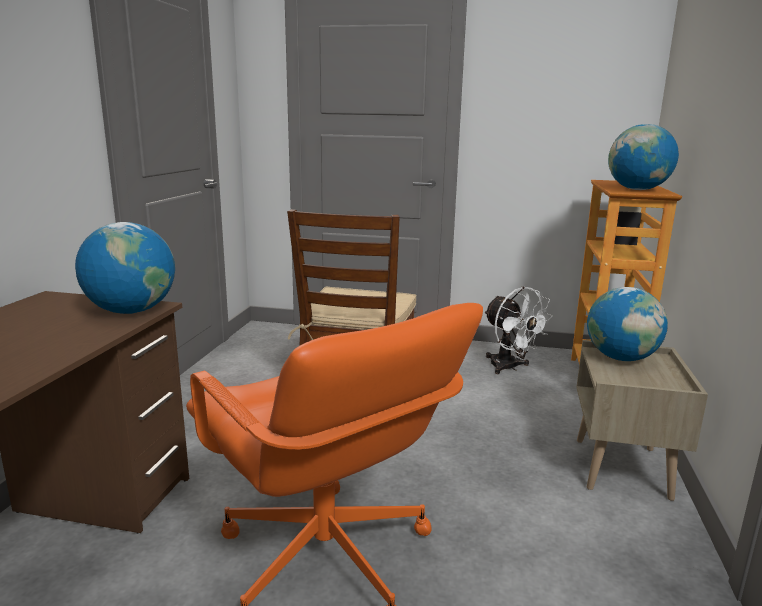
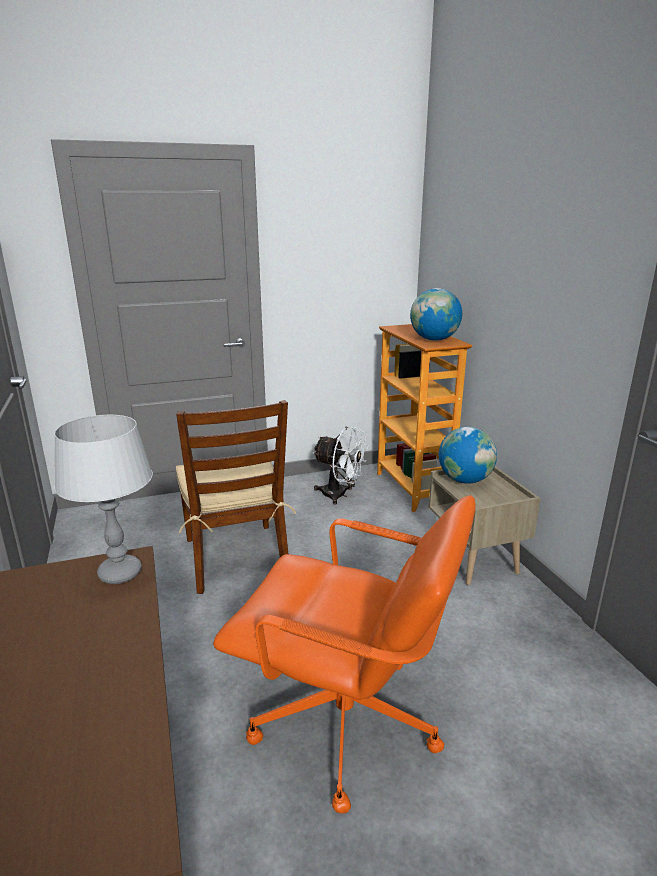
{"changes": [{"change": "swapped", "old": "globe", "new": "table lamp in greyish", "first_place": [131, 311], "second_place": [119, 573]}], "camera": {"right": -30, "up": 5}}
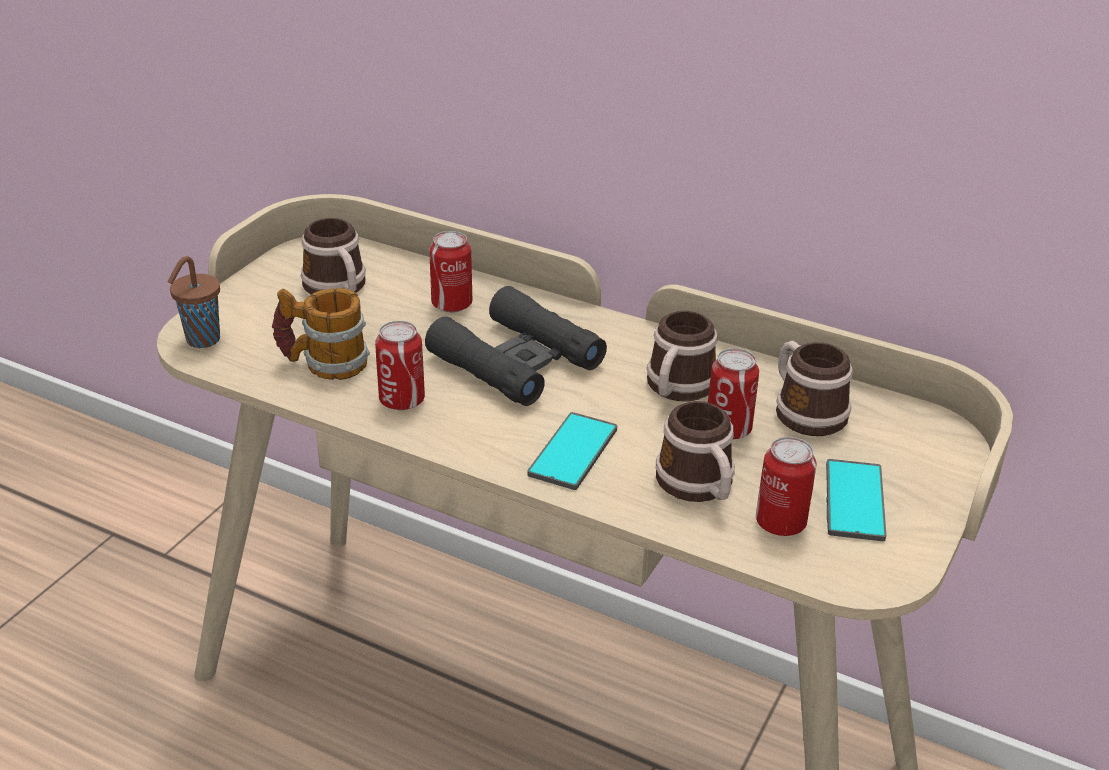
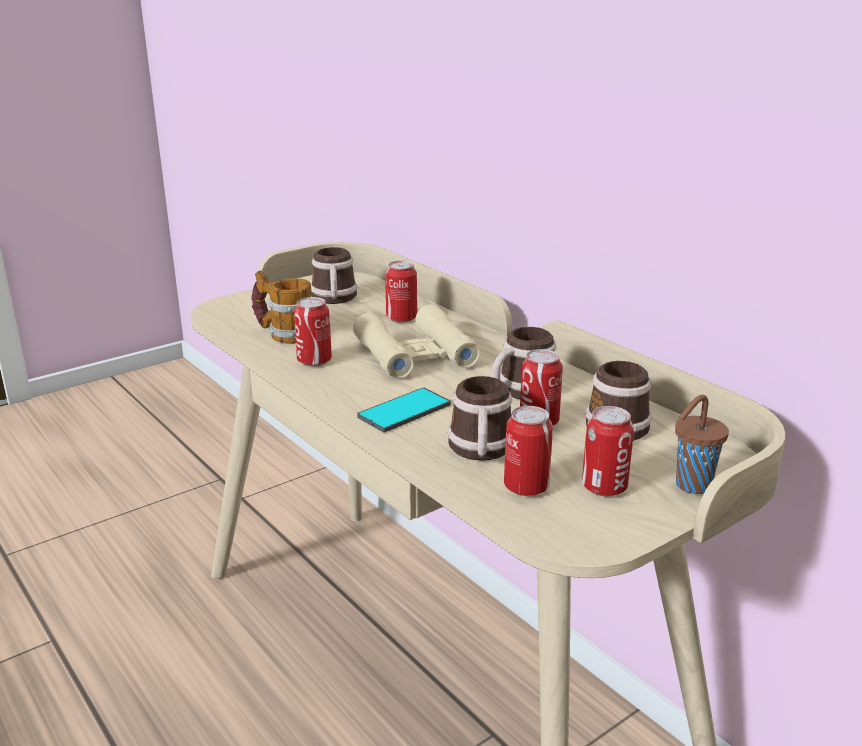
{"changes": [{"change": "repainted", "old": "pair of binoculars in black-coloured", "new": "pair of binoculars in beige-coloured", "first_place": [516, 361], "second_place": [415, 354]}, {"change": "swapped", "old": "telephone", "new": "can", "first_place": [854, 501], "second_place": [604, 487]}, {"change": "shifted", "old": "drinking cup in brownish", "first_place": [201, 341], "second_place": [691, 486]}], "camera": {"right": 25, "up": -10}}
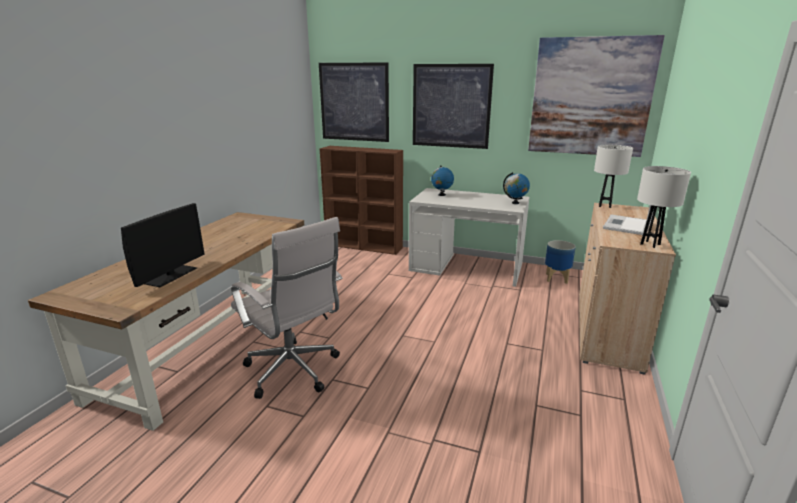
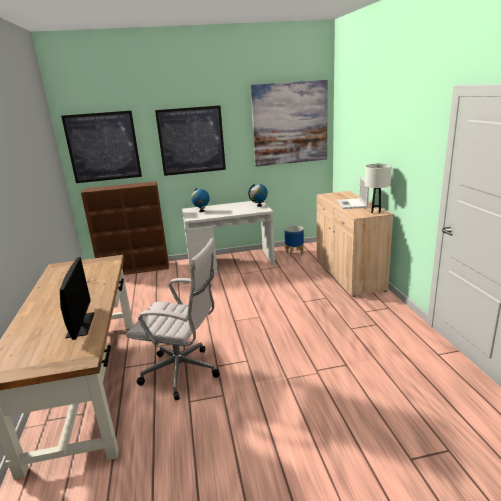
{"changes": [{"change": "gone", "old": "table lamp in white", "first_place": [604, 206]}], "camera": {"right": -30, "up": 0}}
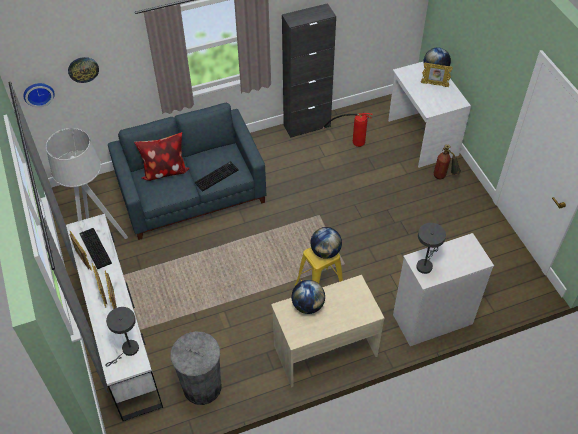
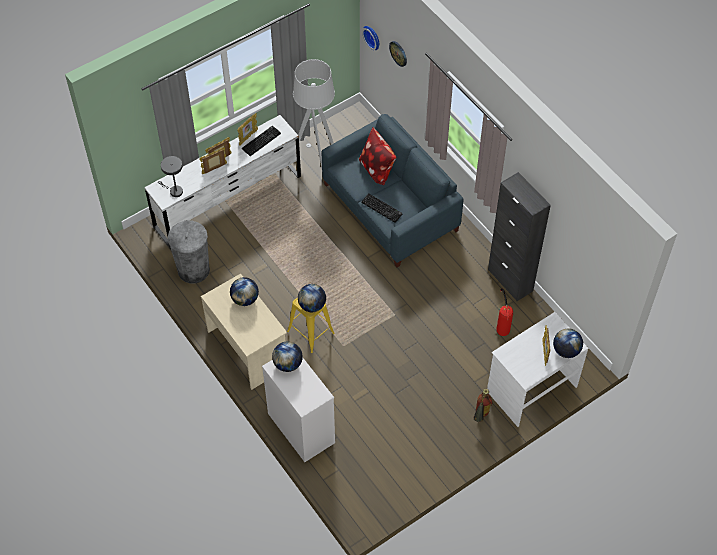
{"changes": [{"change": "swapped", "old": "table lamp in greyish", "new": "globe", "first_place": [425, 264], "second_place": [288, 364]}], "camera": {"right": 75, "up": 5}}
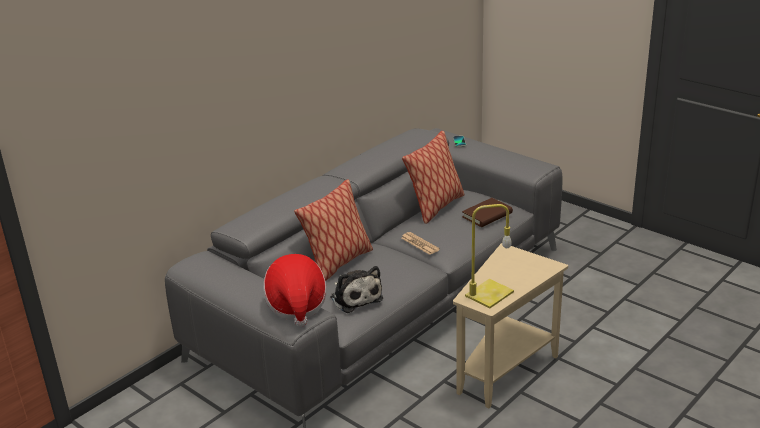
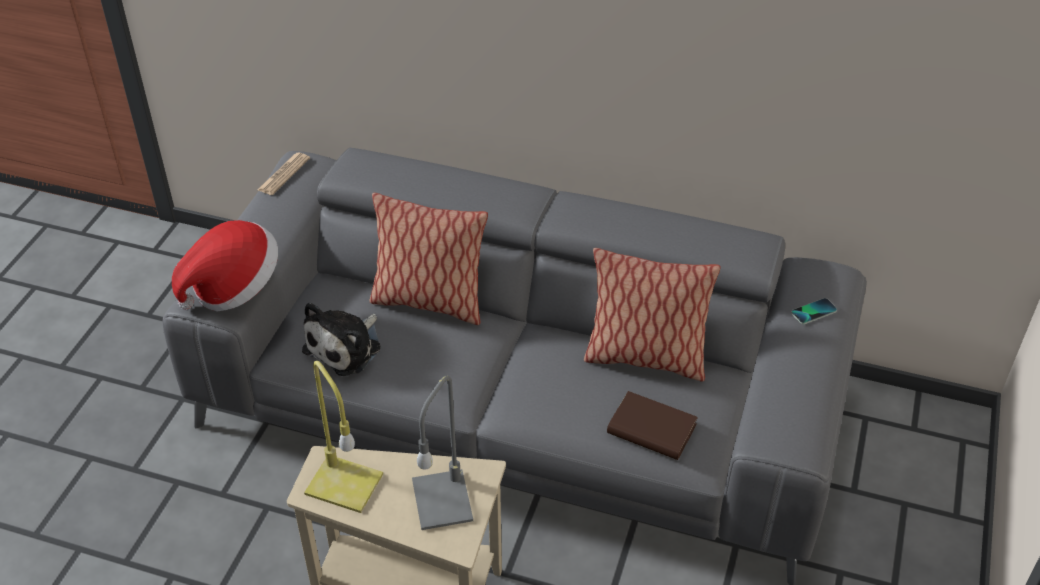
{"changes": [{"change": "shifted", "old": "daily paper", "first_place": [420, 244], "second_place": [284, 174]}, {"change": "new", "new": "table lamp in greyish", "second_place": [441, 498]}], "camera": {"right": 65, "up": 15}}
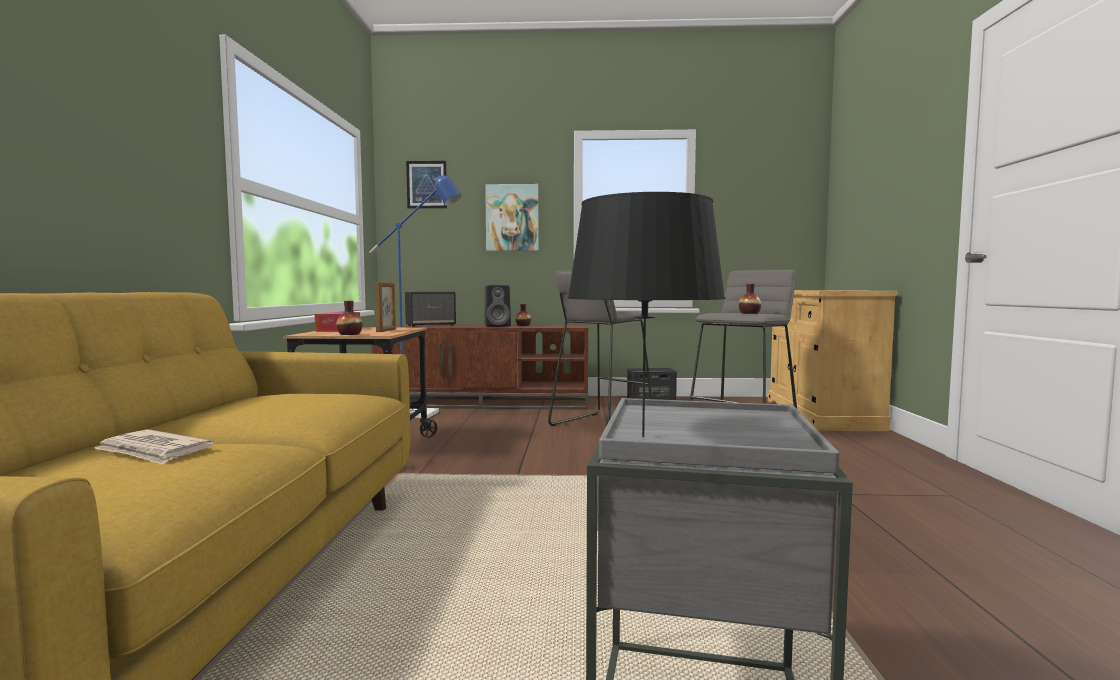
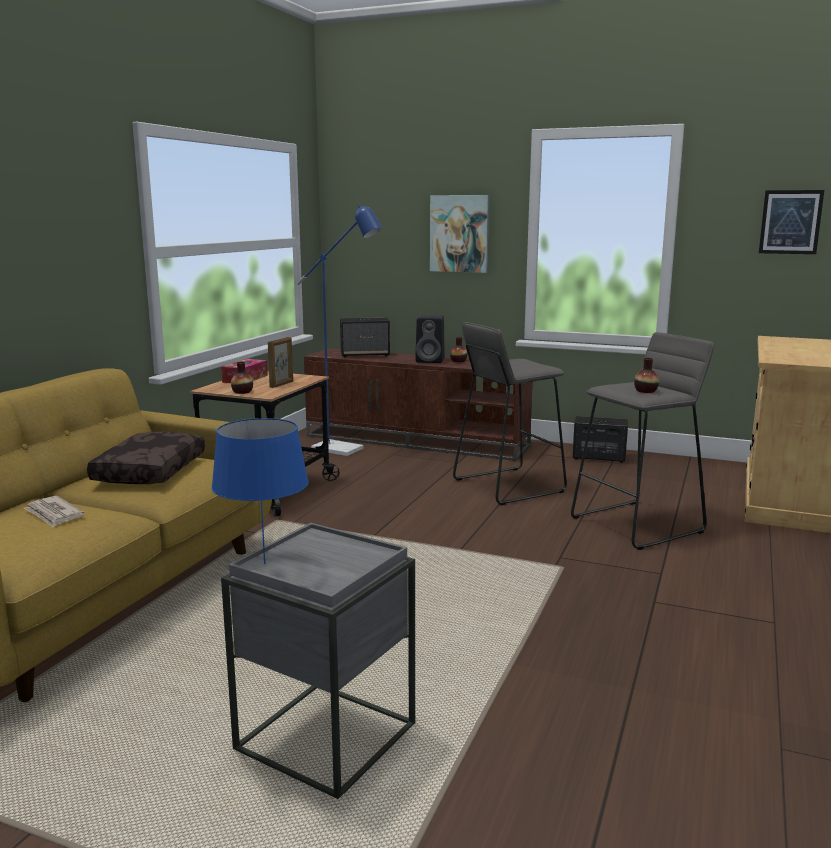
{"changes": [{"change": "new", "new": "cushion in brownish", "second_place": [149, 471]}, {"change": "repainted", "old": "table lamp in black-coloured", "new": "table lamp in blue-coloured", "first_place": [644, 437], "second_place": [264, 564]}, {"change": "shifted", "old": "wall picture", "first_place": [426, 184], "second_place": [790, 222]}], "camera": {"right": 20, "up": 10}}
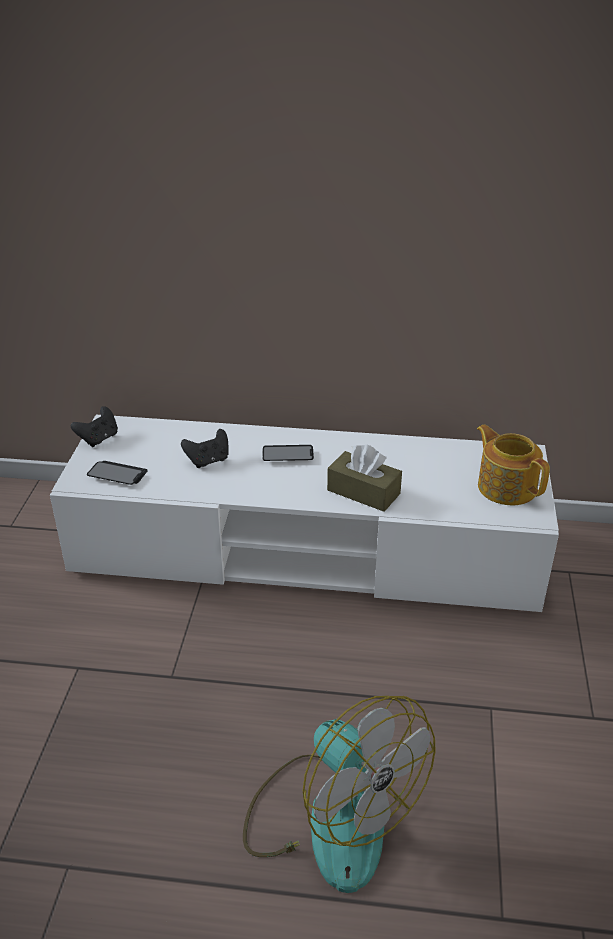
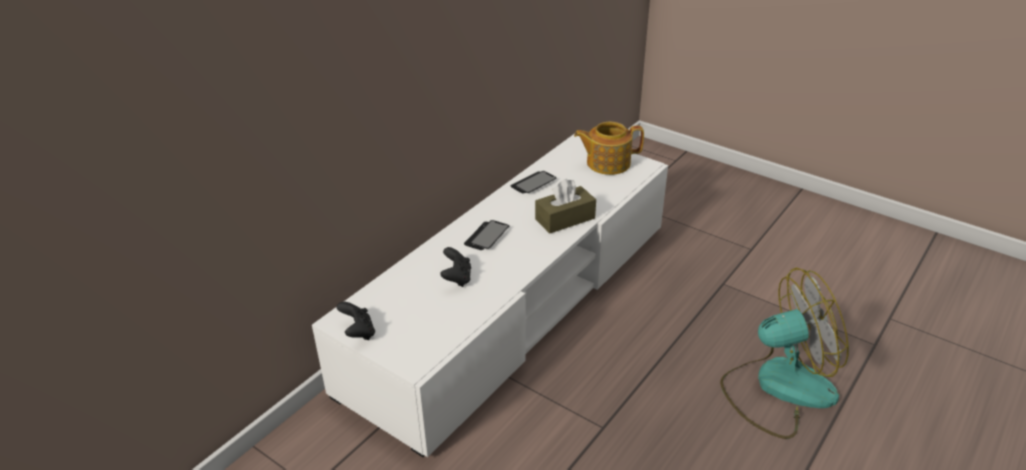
{"changes": [{"change": "shifted", "old": "telephone", "first_place": [117, 474], "second_place": [533, 183]}], "camera": {"right": -60, "up": 0}}
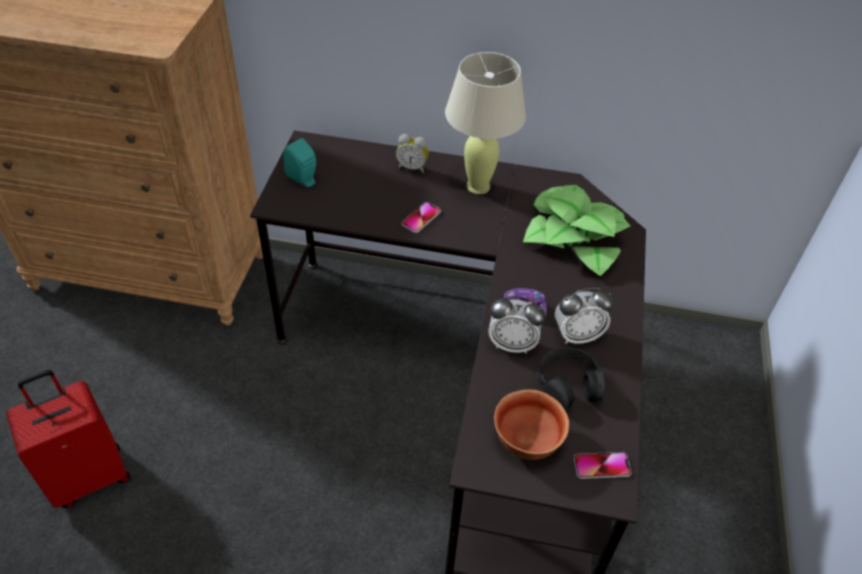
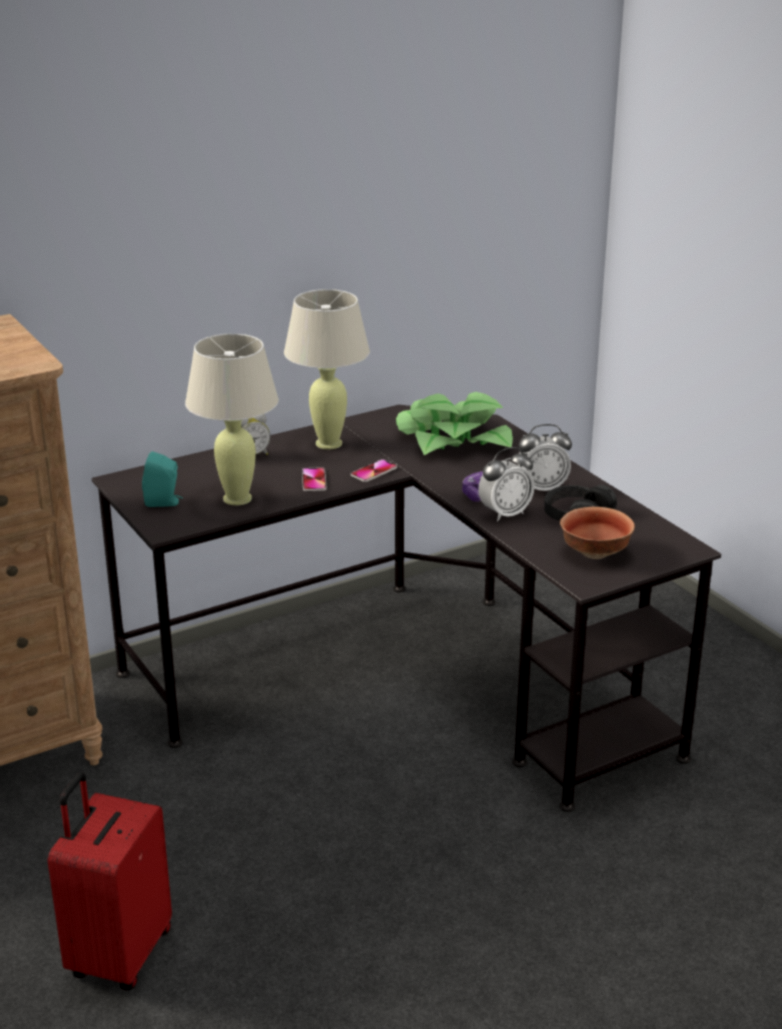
{"changes": [{"change": "new", "new": "table lamp in beige-coloured", "second_place": [237, 498]}, {"change": "shifted", "old": "telephone", "first_place": [601, 466], "second_place": [374, 472]}, {"change": "rotated", "old": "alarm clock", "first_place": [577, 335], "second_place": [542, 488], "degrees": 45}], "camera": {"right": -40, "up": -20}}
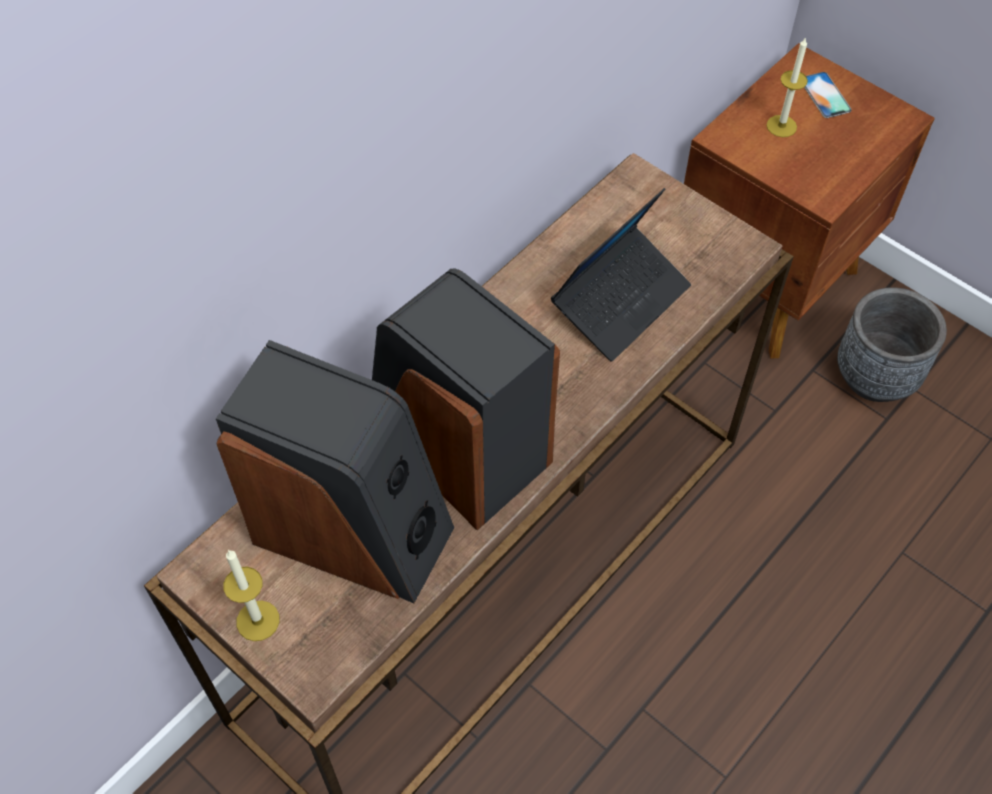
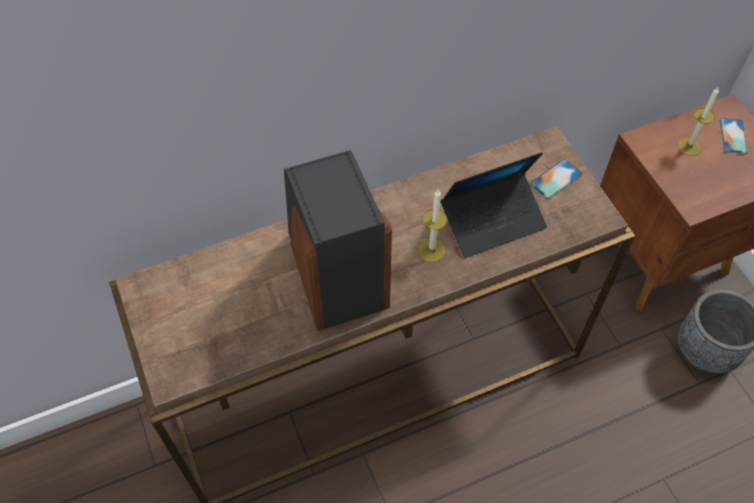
{"changes": [{"change": "shifted", "old": "wax light", "first_place": [258, 620], "second_place": [431, 250]}, {"change": "new", "new": "telephone", "second_place": [555, 179]}, {"change": "gone", "old": "speaker", "first_place": [354, 530]}], "camera": {"right": 25, "up": 0}}
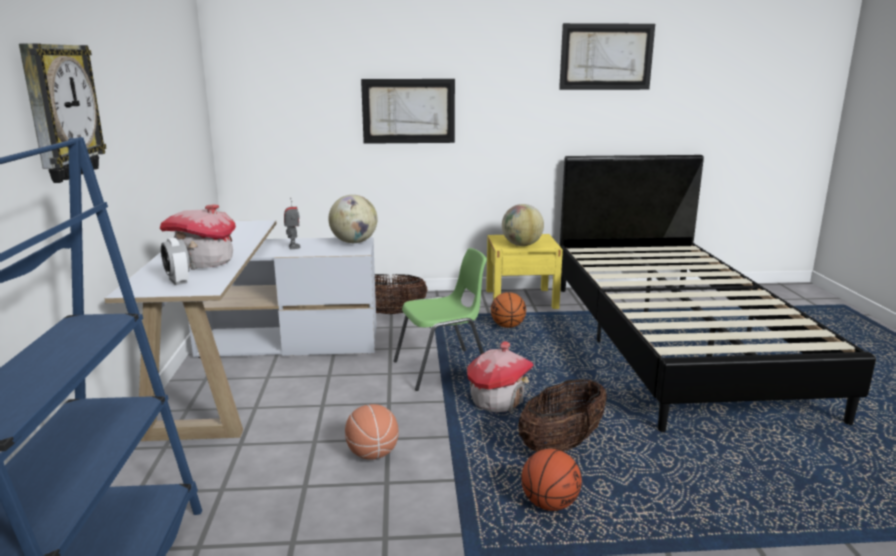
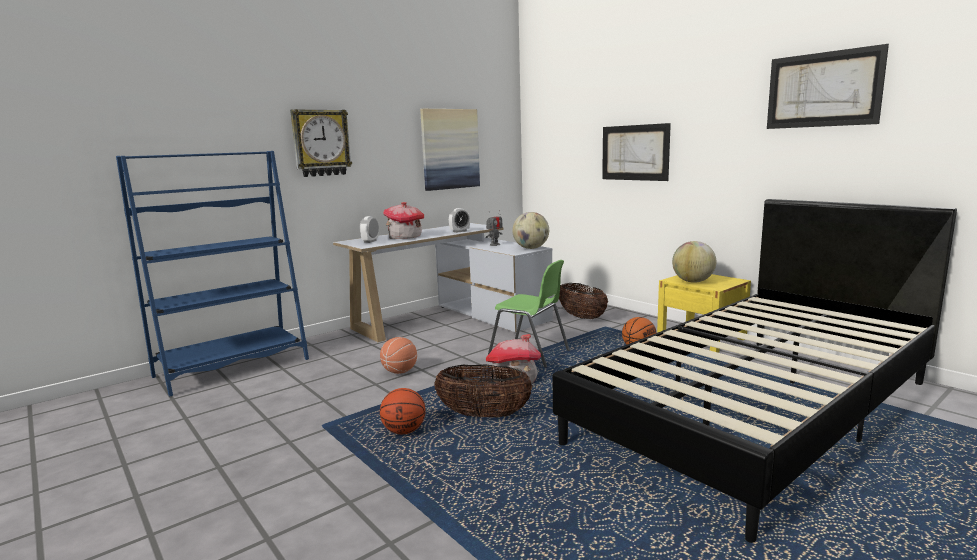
{"changes": [{"change": "new", "new": "wall picture", "second_place": [450, 149]}, {"change": "new", "new": "alarm clock", "second_place": [459, 231]}], "camera": {"right": 55, "up": -5}}
